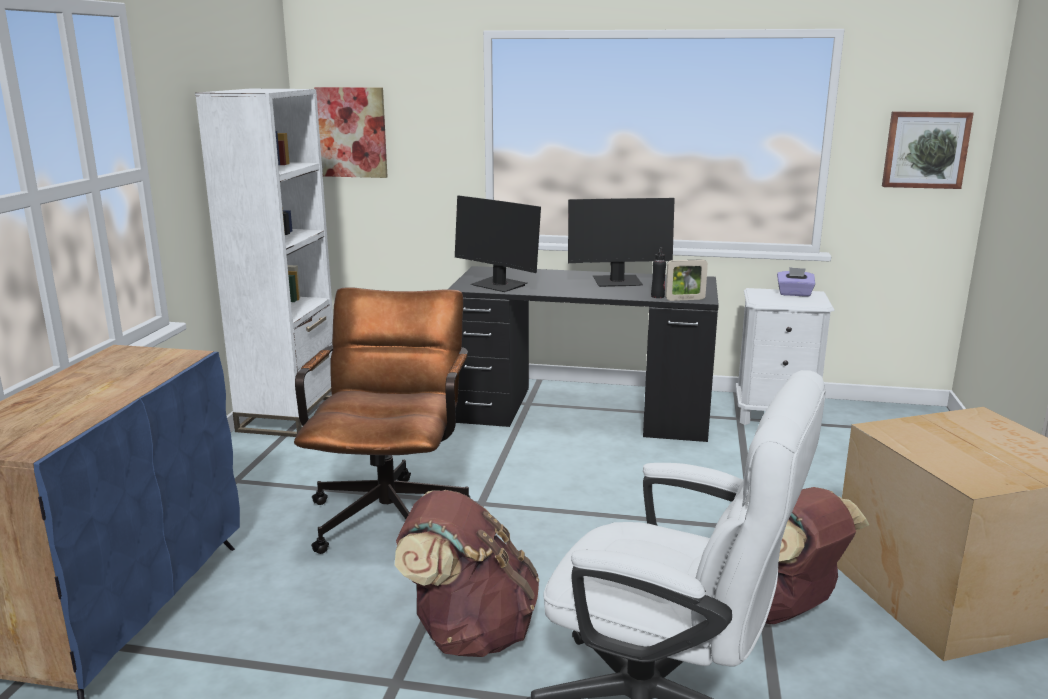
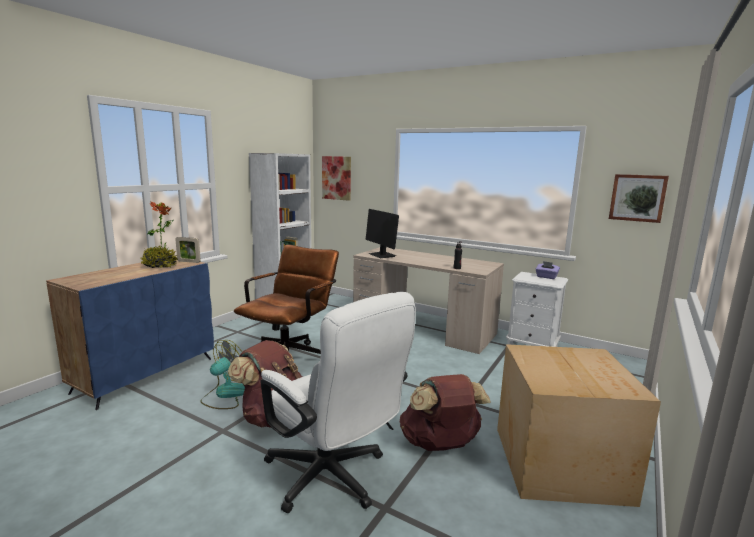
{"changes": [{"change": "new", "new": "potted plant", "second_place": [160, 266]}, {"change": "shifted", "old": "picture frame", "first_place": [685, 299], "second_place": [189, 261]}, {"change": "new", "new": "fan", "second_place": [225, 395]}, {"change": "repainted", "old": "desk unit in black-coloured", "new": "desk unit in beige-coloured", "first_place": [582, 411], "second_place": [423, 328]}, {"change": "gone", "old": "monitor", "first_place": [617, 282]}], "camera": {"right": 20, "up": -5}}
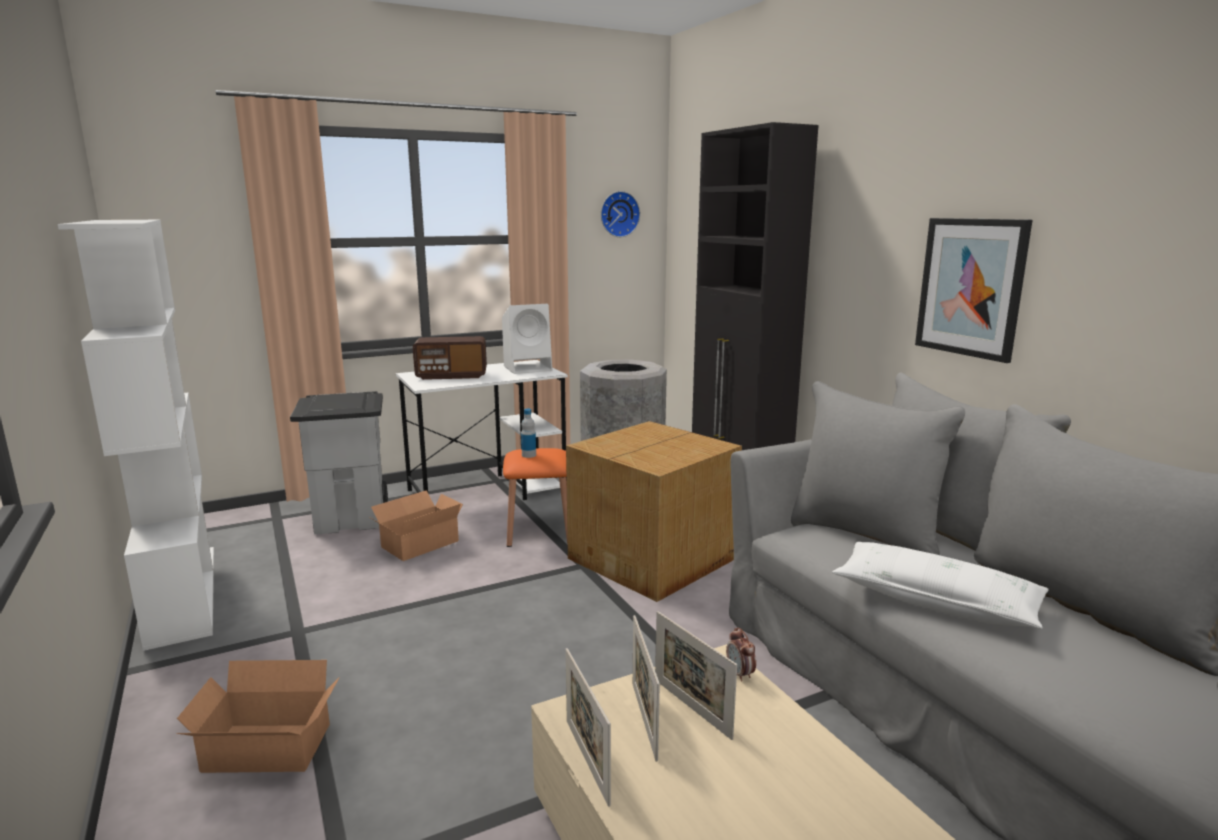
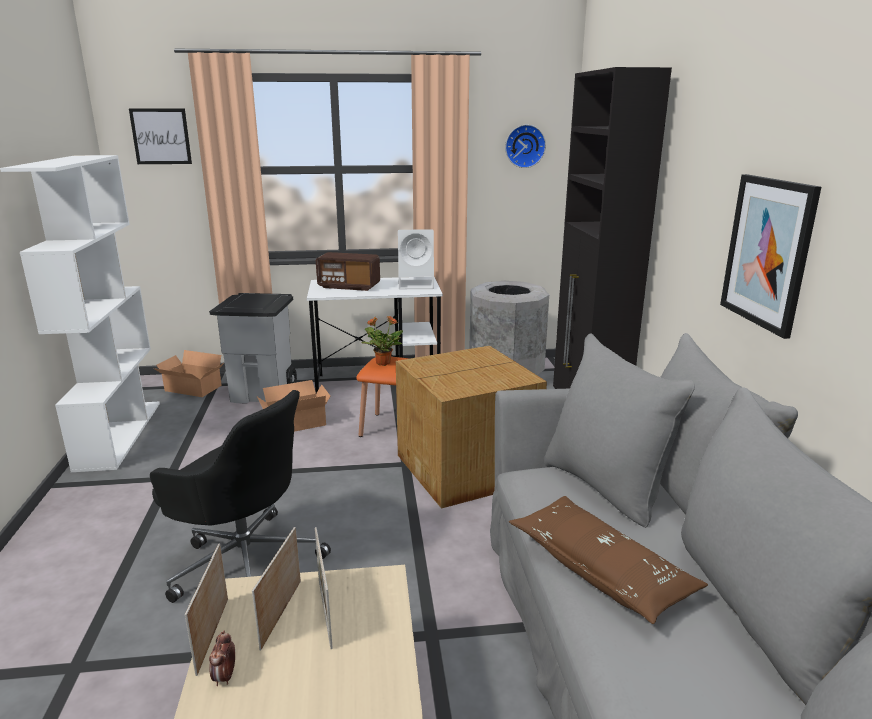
{"changes": [{"change": "new", "new": "wall picture", "second_place": [161, 136]}, {"change": "new", "new": "desk chair in black-coloured", "second_place": [245, 562]}, {"change": "shifted", "old": "packing box", "first_place": [268, 751], "second_place": [193, 389]}, {"change": "shifted", "old": "alarm clock", "first_place": [740, 674], "second_place": [225, 677]}, {"change": "swapped", "old": "bottle", "new": "potted plant", "first_place": [529, 455], "second_place": [382, 363]}, {"change": "repainted", "old": "cushion in white", "new": "cushion in brownish", "first_place": [935, 600], "second_place": [600, 569]}], "camera": {"right": 20, "up": 5}}
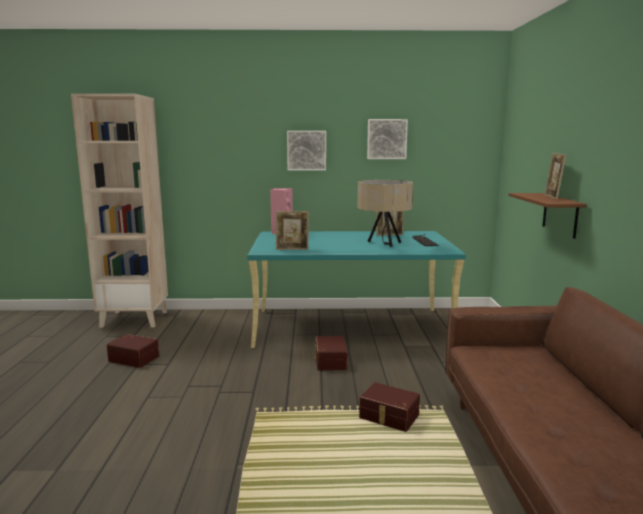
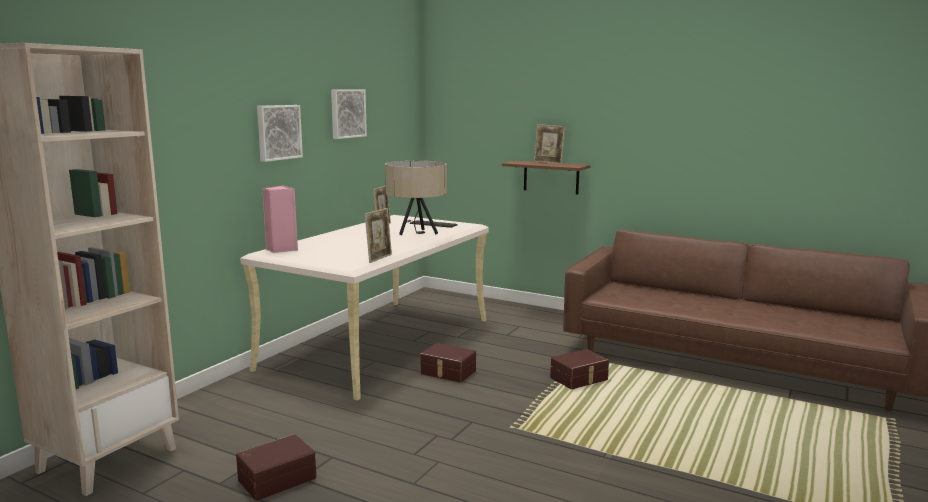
{"changes": [{"change": "repainted", "old": "desk unit in turquoise-coloured", "new": "desk unit in beige-coloured", "first_place": [352, 327], "second_place": [380, 343]}], "camera": {"right": -60, "up": 0}}
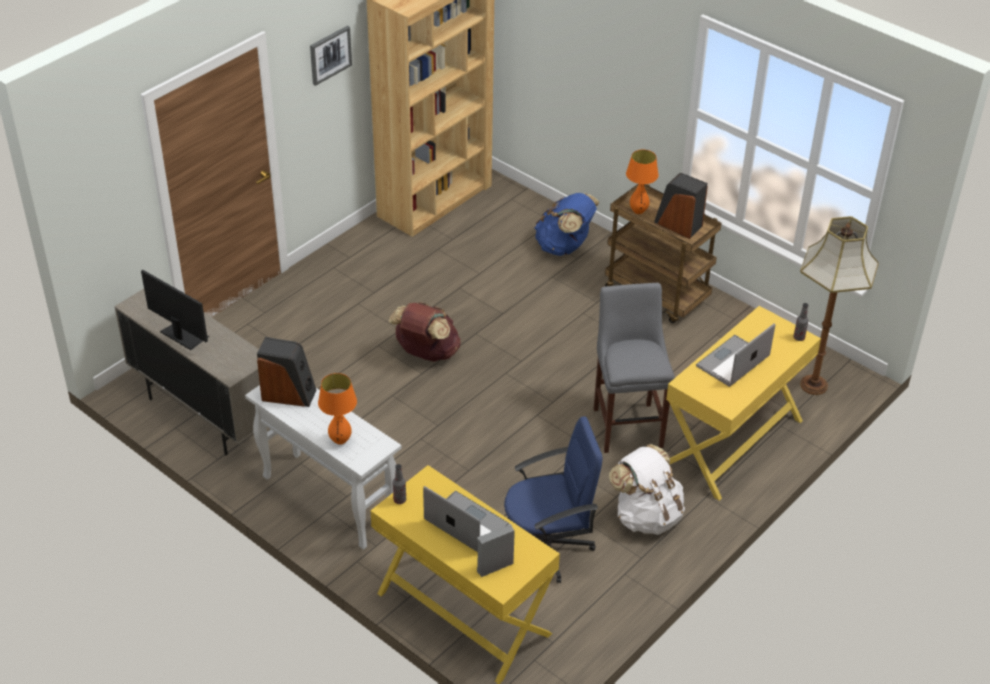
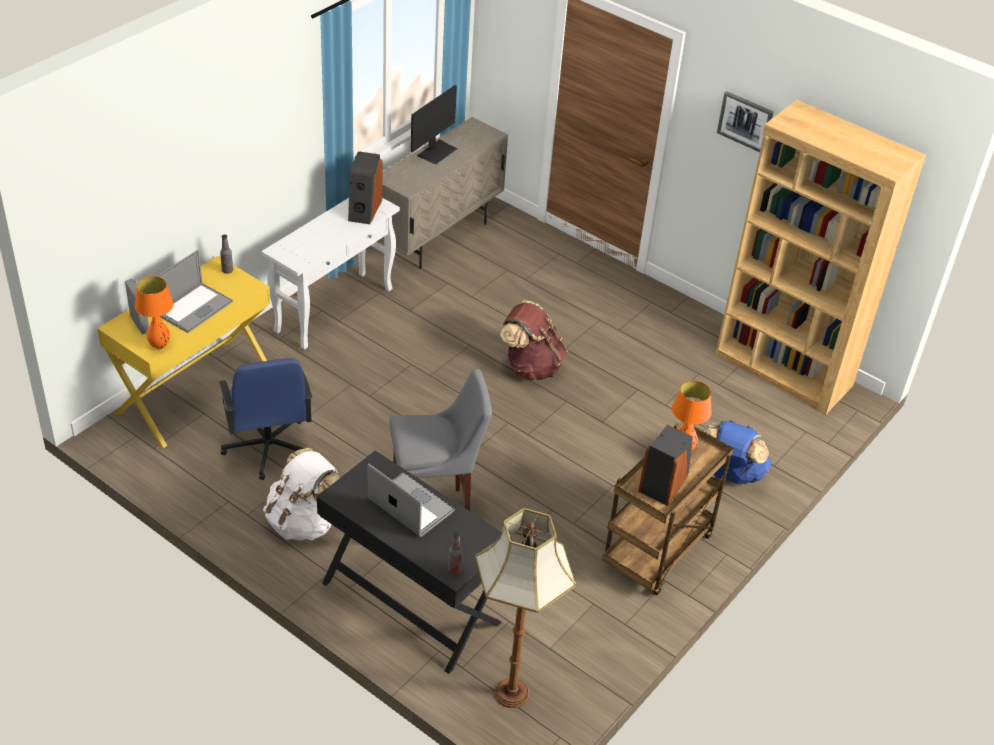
{"changes": [{"change": "shifted", "old": "table lamp in orange", "first_place": [340, 440], "second_place": [160, 345]}, {"change": "repainted", "old": "desk unit in yellow", "new": "desk unit in black-coloured", "first_place": [733, 442], "second_place": [410, 603]}], "camera": {"right": 85, "up": 0}}
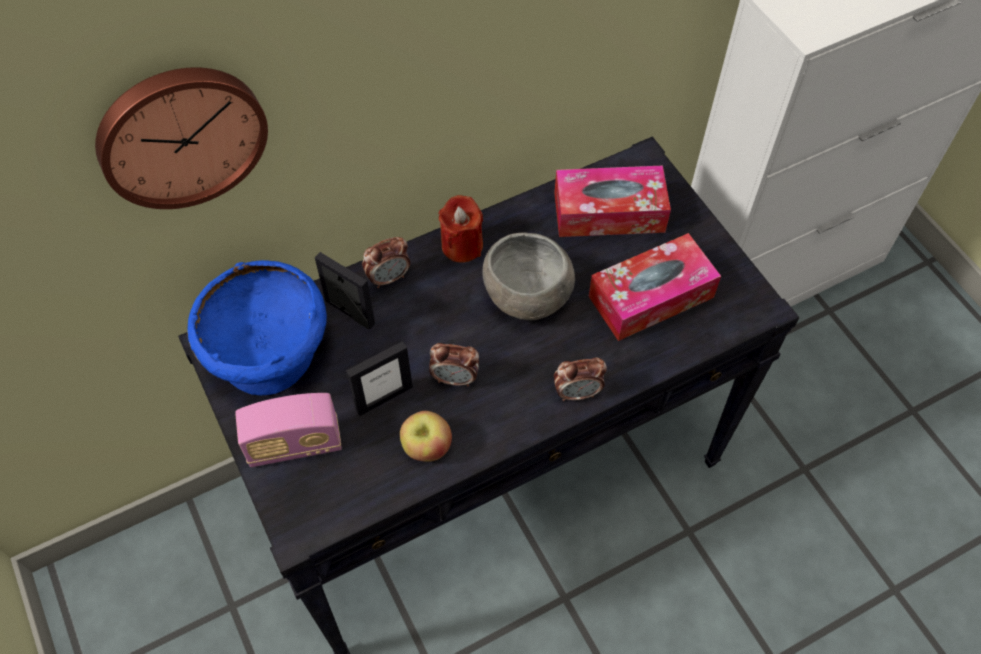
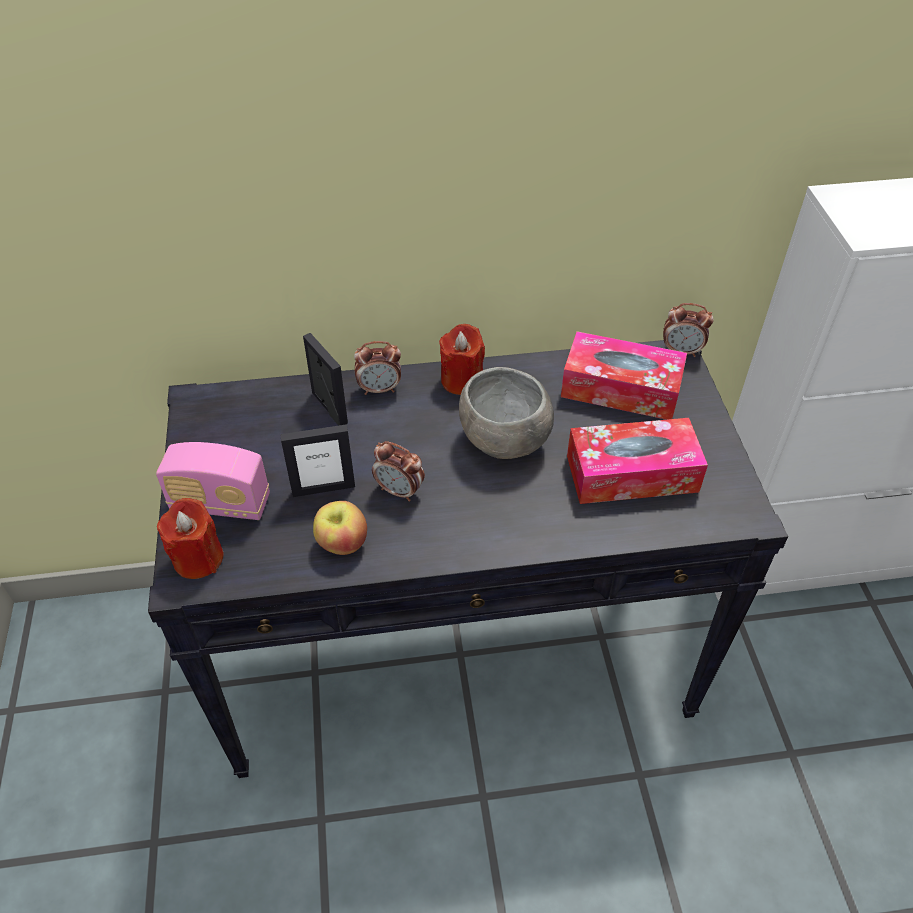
{"changes": [{"change": "new", "new": "wax light in red", "second_place": [198, 558]}, {"change": "shifted", "old": "alarm clock", "first_place": [577, 393], "second_place": [681, 351]}, {"change": "gone", "old": "hanging clock", "first_place": [180, 134]}, {"change": "gone", "old": "serving bowl in blue-coloured", "first_place": [270, 355]}], "camera": {"right": 20, "up": -10}}
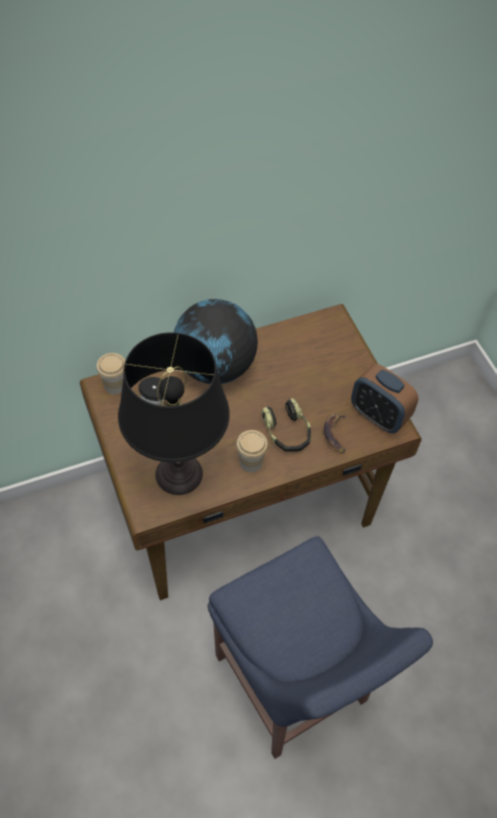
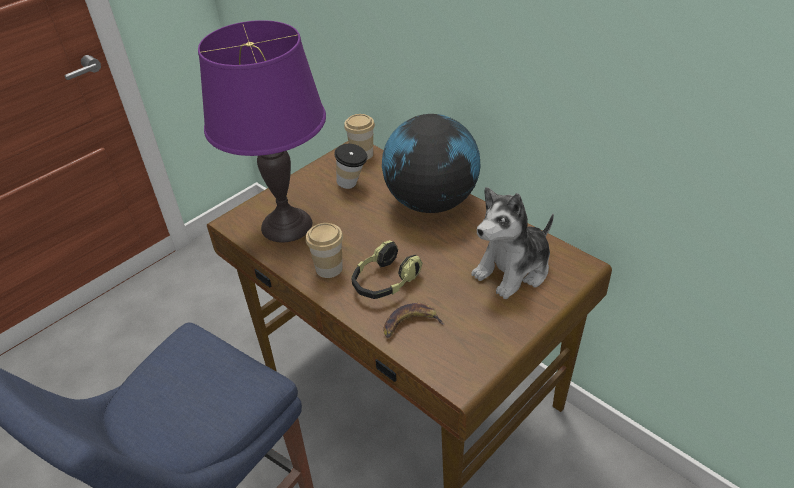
{"changes": [{"change": "repainted", "old": "table lamp in black-coloured", "new": "table lamp in purple", "first_place": [179, 474], "second_place": [287, 225]}, {"change": "new", "new": "plush toy", "second_place": [513, 270]}, {"change": "gone", "old": "alarm clock", "first_place": [378, 415]}], "camera": {"right": 70, "up": -15}}
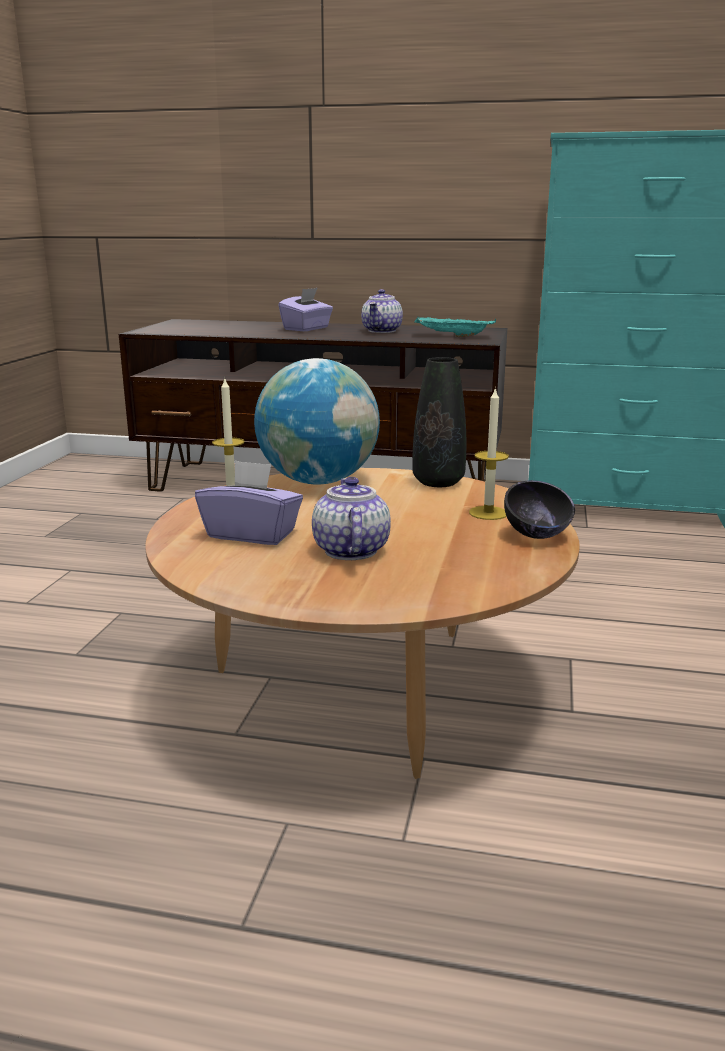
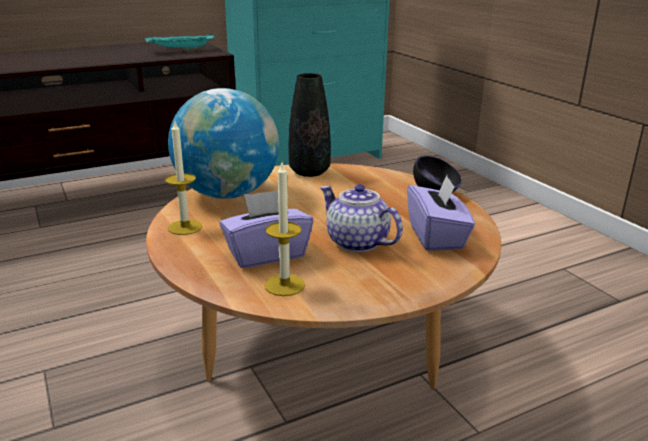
{"changes": [{"change": "shifted", "old": "wax light", "first_place": [488, 513], "second_place": [284, 285]}, {"change": "shifted", "old": "tissue box in purple", "first_place": [307, 329], "second_place": [437, 236]}, {"change": "gone", "old": "pot for tea", "first_place": [382, 331]}], "camera": {"right": -40, "up": 5}}
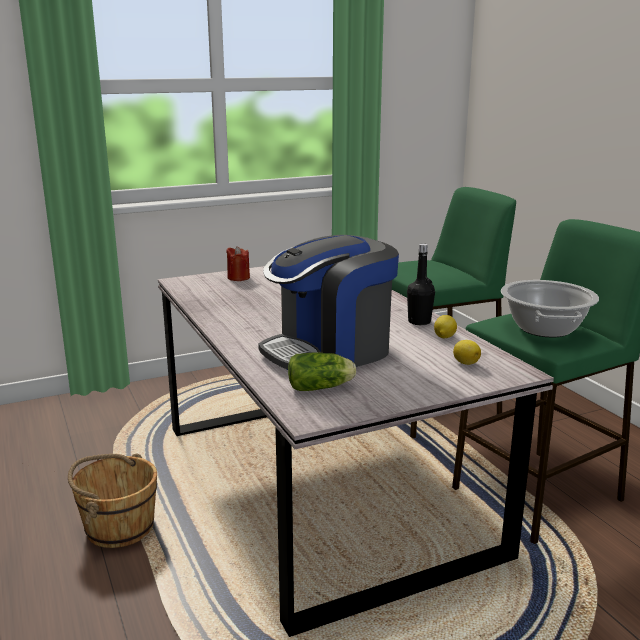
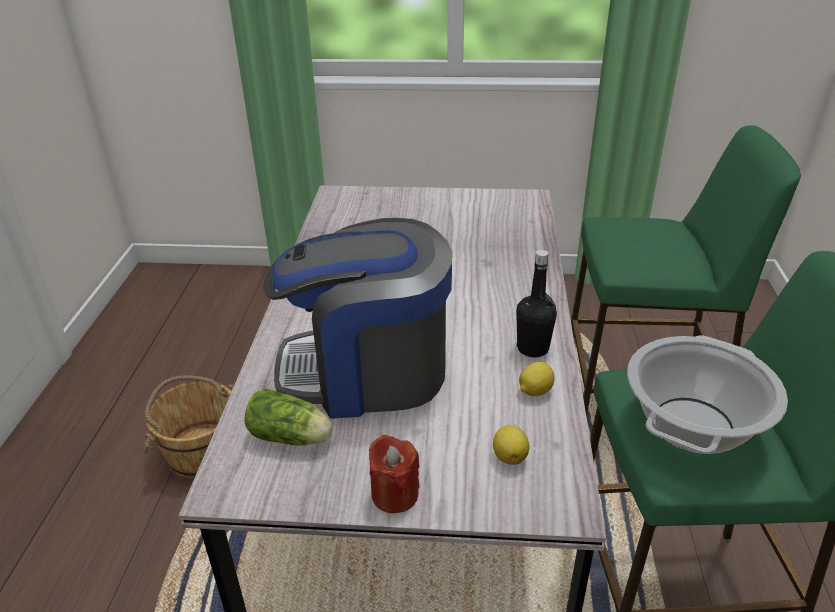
{"changes": [{"change": "shifted", "old": "wax light in red", "first_place": [238, 278], "second_place": [394, 494]}], "camera": {"right": 30, "up": 15}}
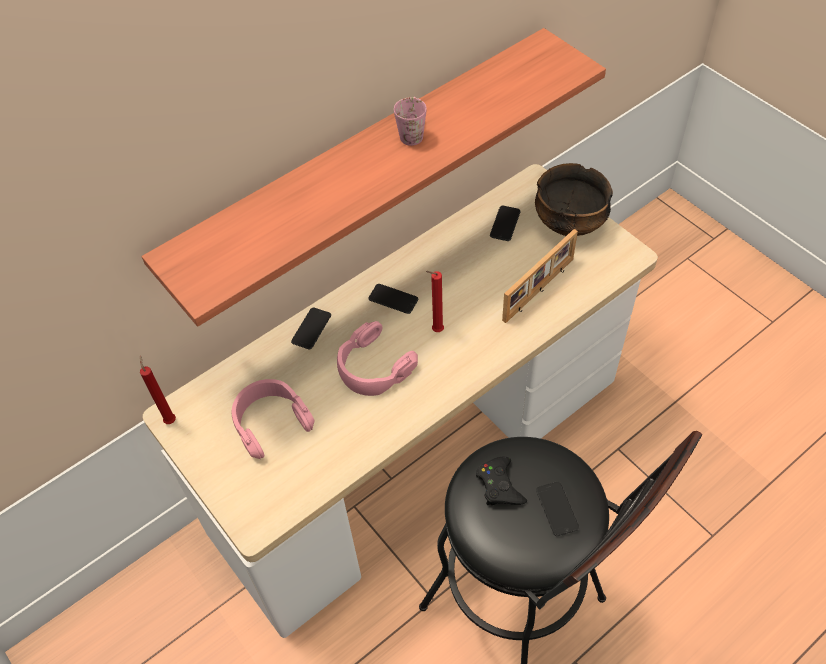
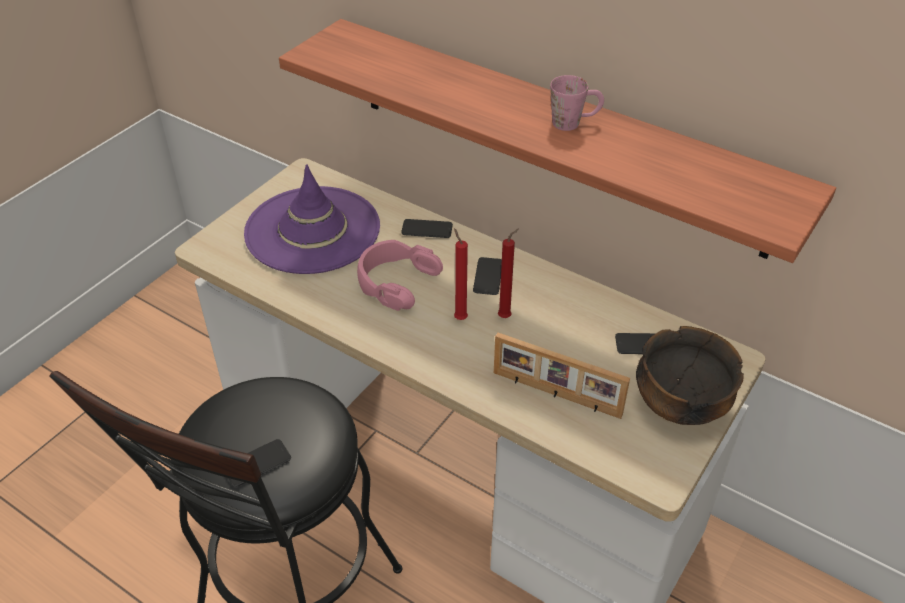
{"changes": [{"change": "swapped", "old": "headset in pink", "new": "hat in purple", "first_place": [270, 421], "second_place": [312, 230]}, {"change": "shifted", "old": "wax light in red", "first_place": [170, 419], "second_place": [506, 316]}, {"change": "gone", "old": "joypad in black-coloured", "first_place": [499, 485]}], "camera": {"right": 70, "up": -10}}
